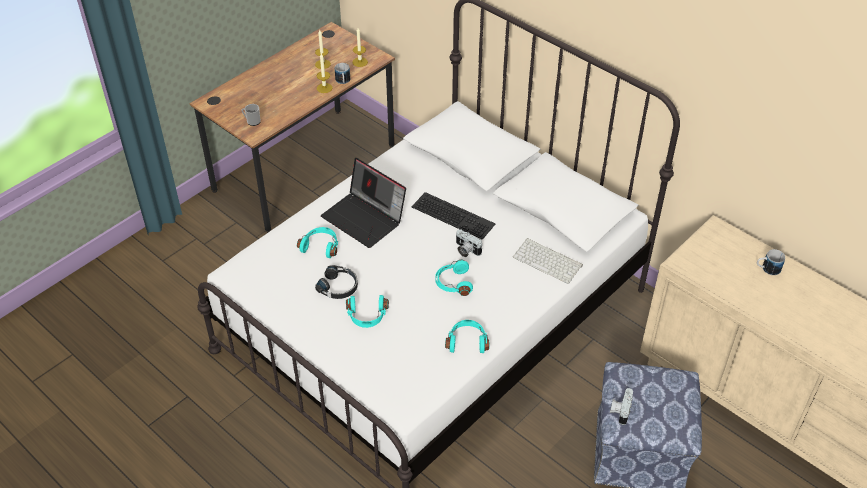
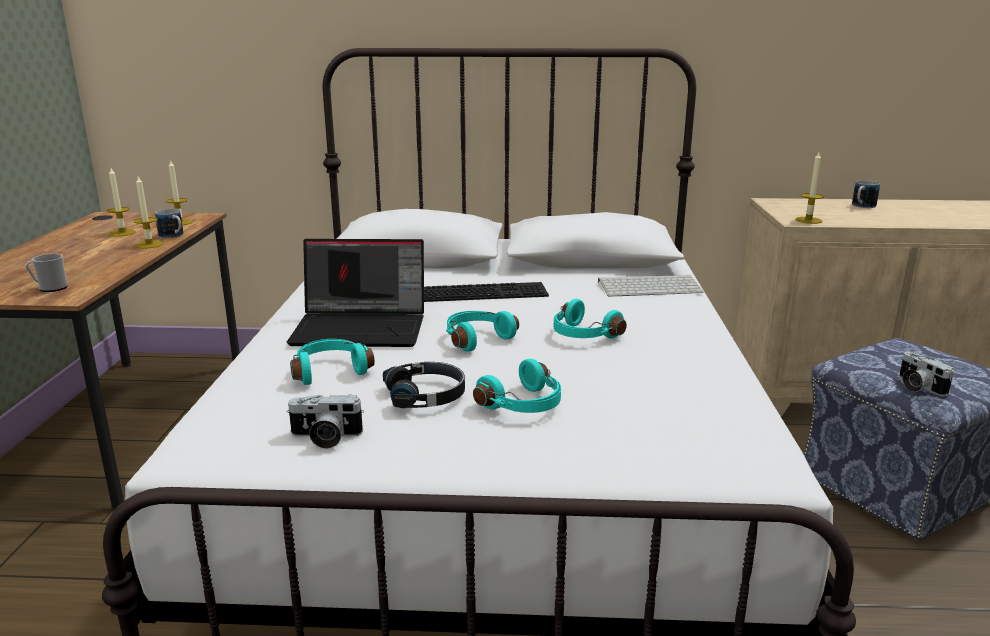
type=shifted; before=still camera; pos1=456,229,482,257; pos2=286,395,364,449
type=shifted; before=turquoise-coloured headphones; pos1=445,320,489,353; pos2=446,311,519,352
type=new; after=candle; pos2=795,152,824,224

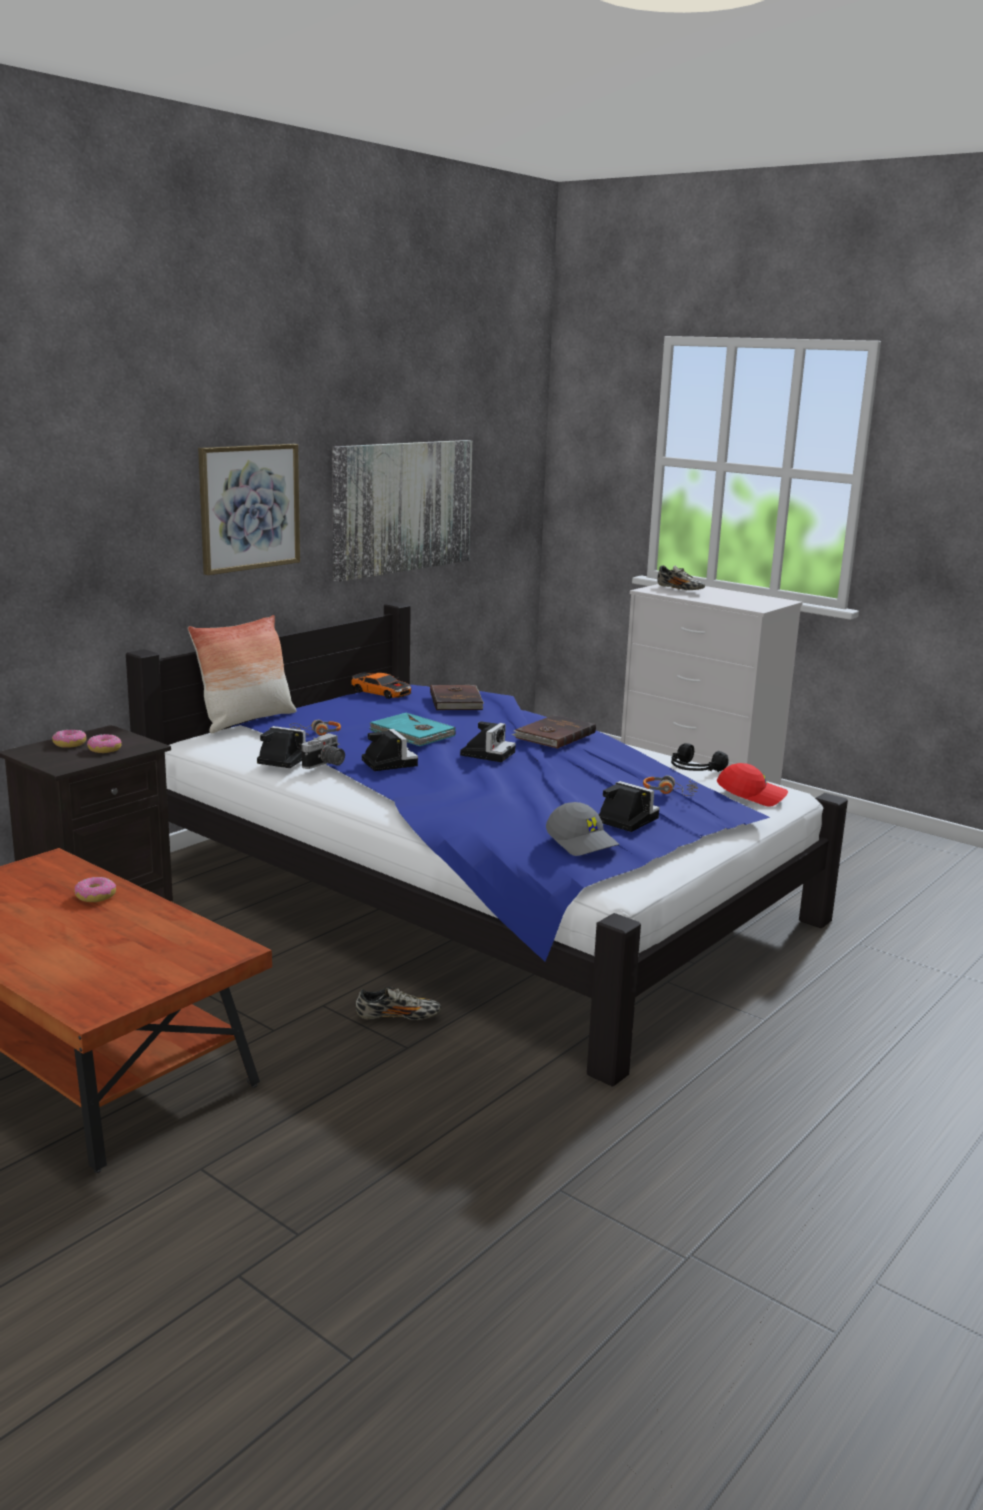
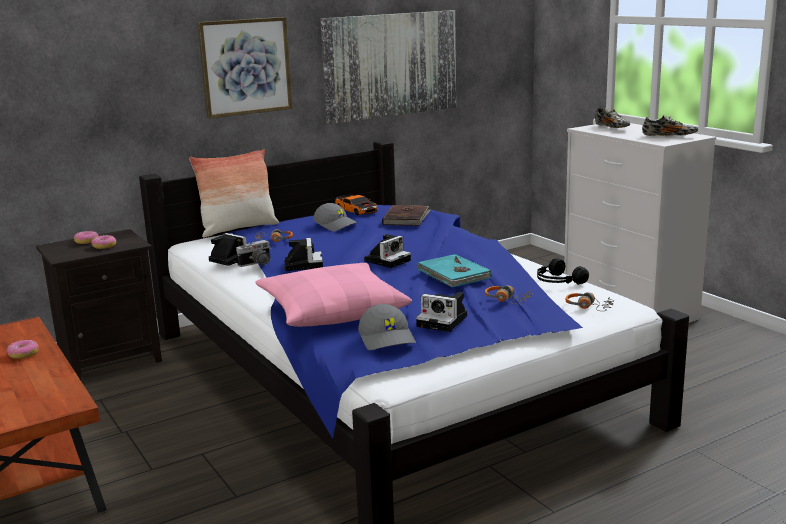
type=new; after=pinkish throw pillow; pos2=255,263,412,327
type=new; after=greyish peaked cap; pos2=313,203,358,231
type=rotated; before=still camera; pos1=598,781,660,832; pos2=416,292,467,332; turn=150
type=shifted; before=turquoise-coloured bound book; pos1=370,712,456,746; pos2=417,254,491,287
type=swapped; before=red peaked cap; after=headphones; pos1=717,763,788,807; pos2=565,292,614,311
type=shifted; before=low shoe; pos1=356,987,441,1020; pos2=642,115,698,137
type=gone; before=brown bound book; pos1=511,715,596,749

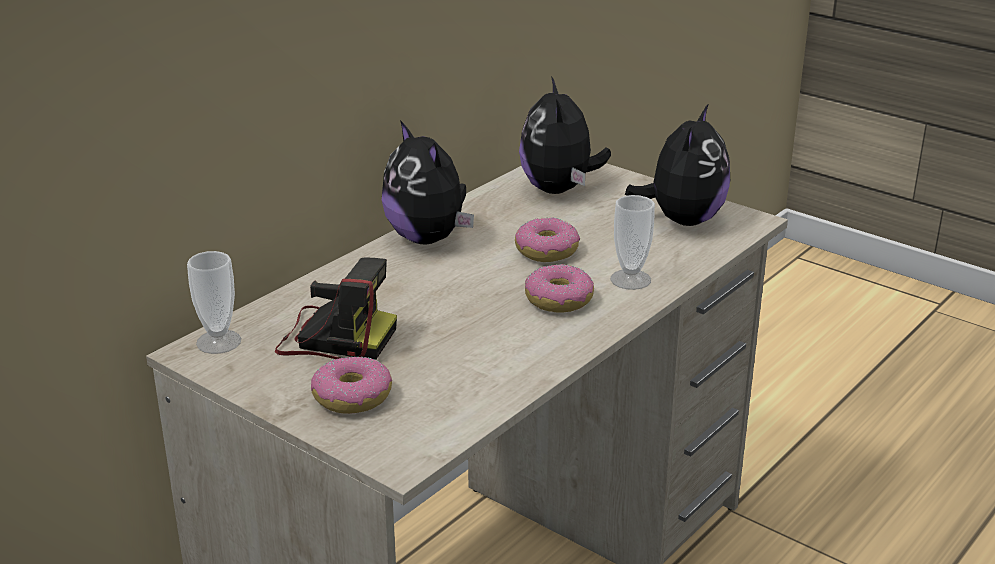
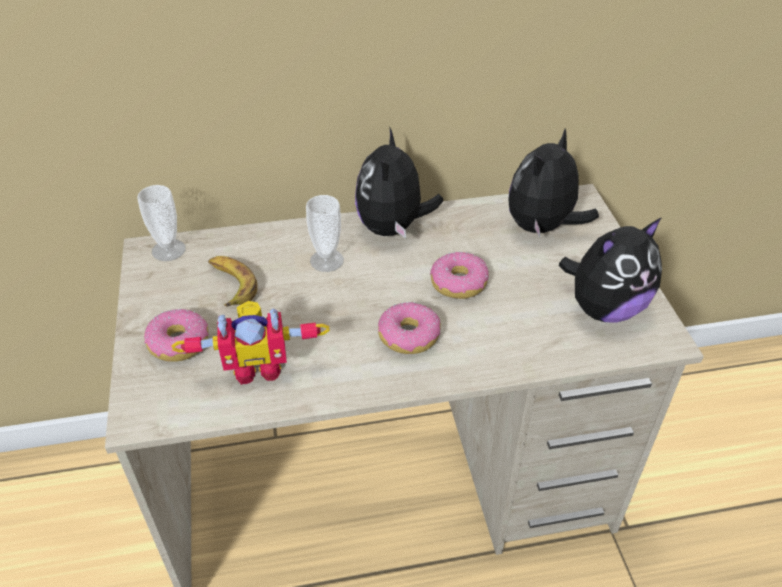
type=new; after=toy robot; pos2=171,301,330,385
type=swapped; before=still camera; after=banana fruit; pos1=275,258,397,360; pos2=208,256,258,307
type=shifted; before=small cup; pos1=611,195,655,290; pos2=306,195,344,272

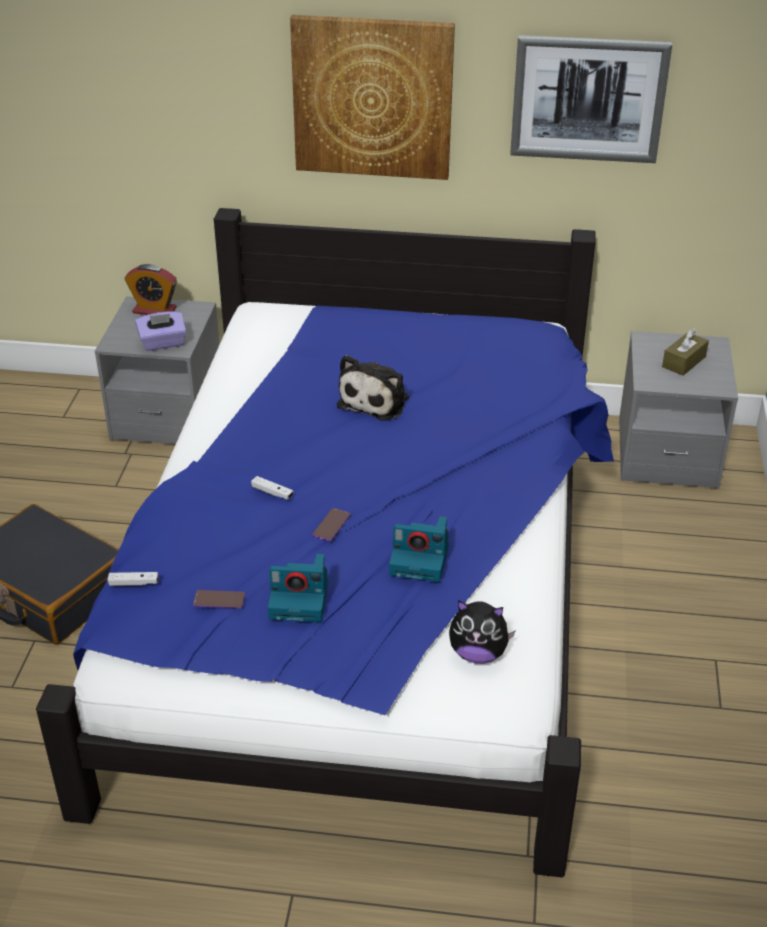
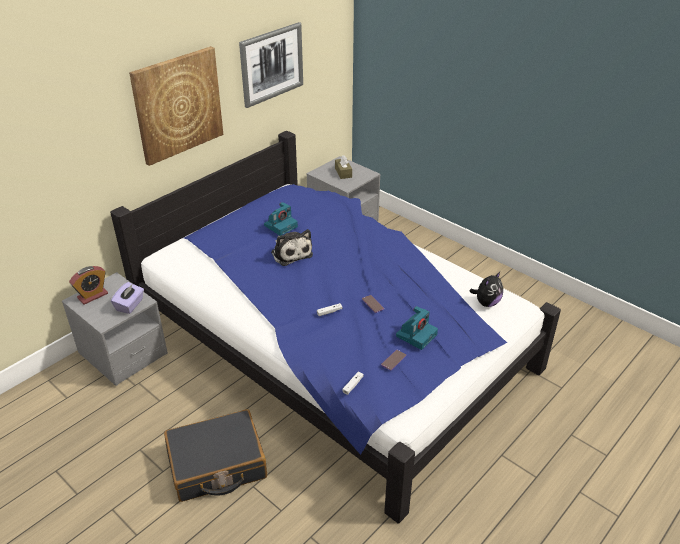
type=shifted; before=still camera; pos1=389,516,449,582; pos2=264,202,298,236

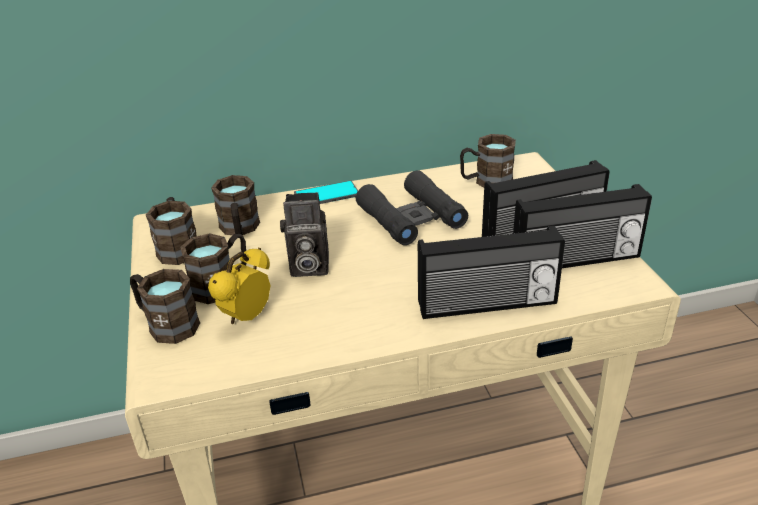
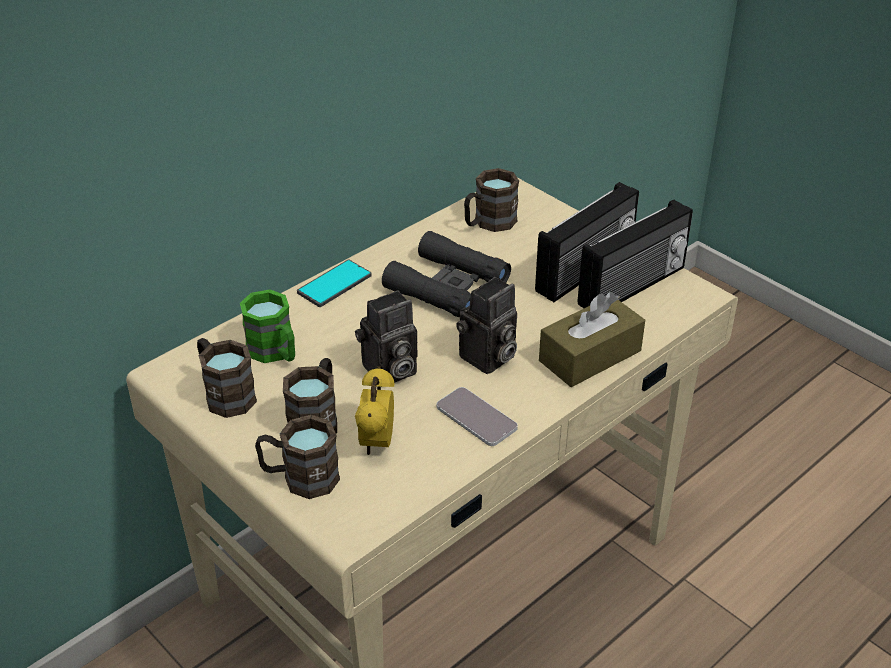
type=repainted; before=brown mug; after=green-coloured mug; pos1=211,175,260,235; pos2=240,290,295,363
type=new; after=telephone; pos2=437,387,518,446
type=new; after=still camera; pos2=456,277,517,374
type=swapped; before=radio receiver; after=brown box of tissues; pos1=418,226,565,319; pos2=539,292,645,387

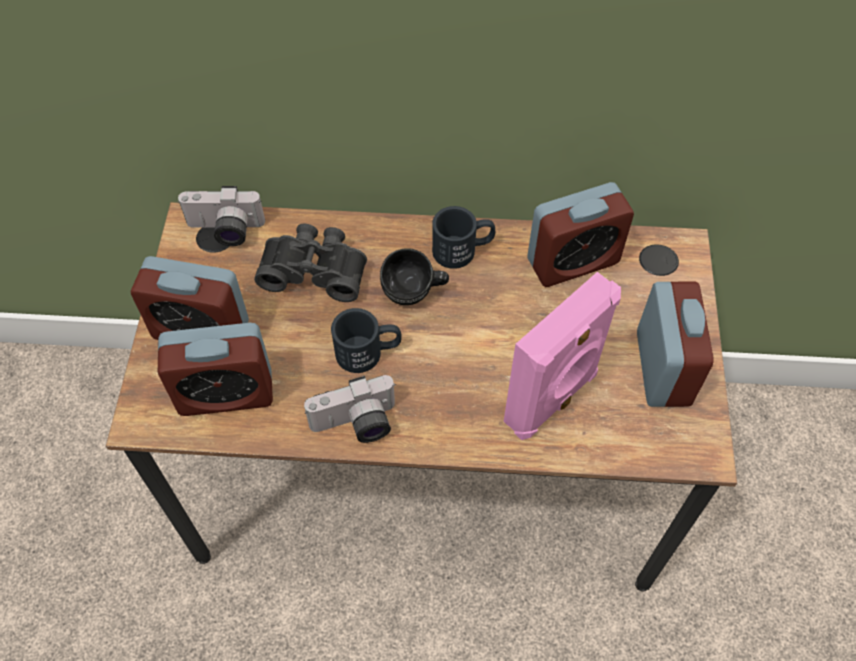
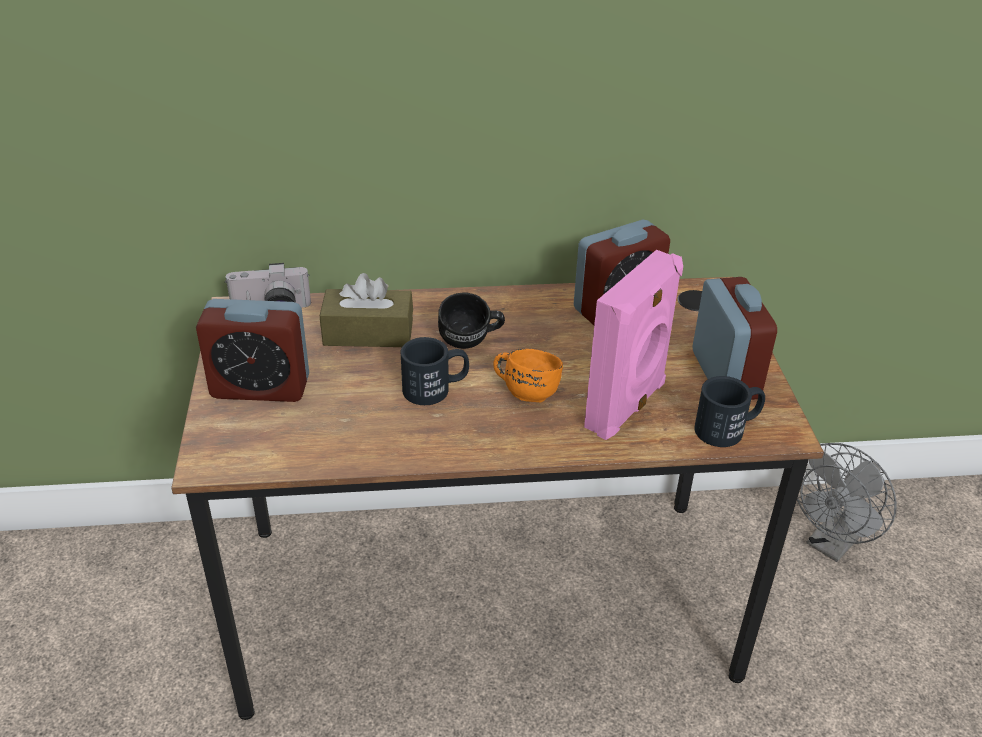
type=swapped; before=black binoculars; after=brown box of tissues; pos1=254,223,367,302; pos2=320,273,413,347
type=new; after=orange mug; pos2=493,349,563,403
type=shifted; before=black mug; pos1=432,206,495,269; pos2=694,376,765,447
type=new; after=greyish fan; pos2=797,443,897,562
type=gone; before=alarm clock; pos1=158,323,273,416
type=gone; before=still camera; pos1=304,375,396,443

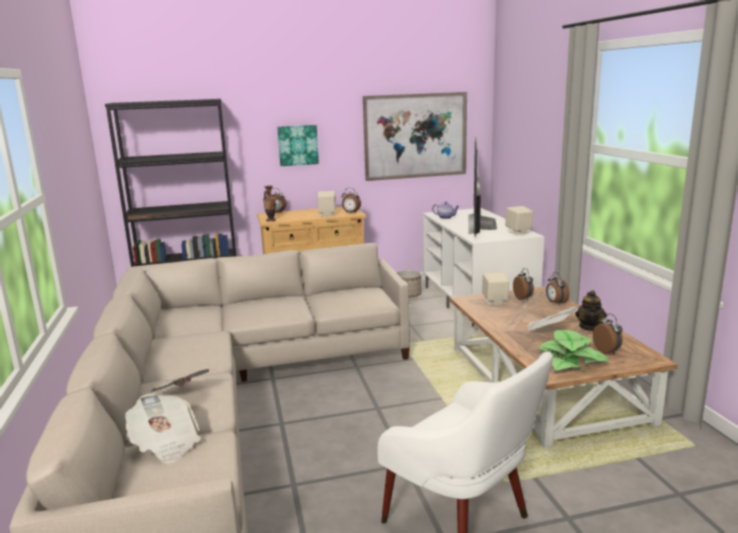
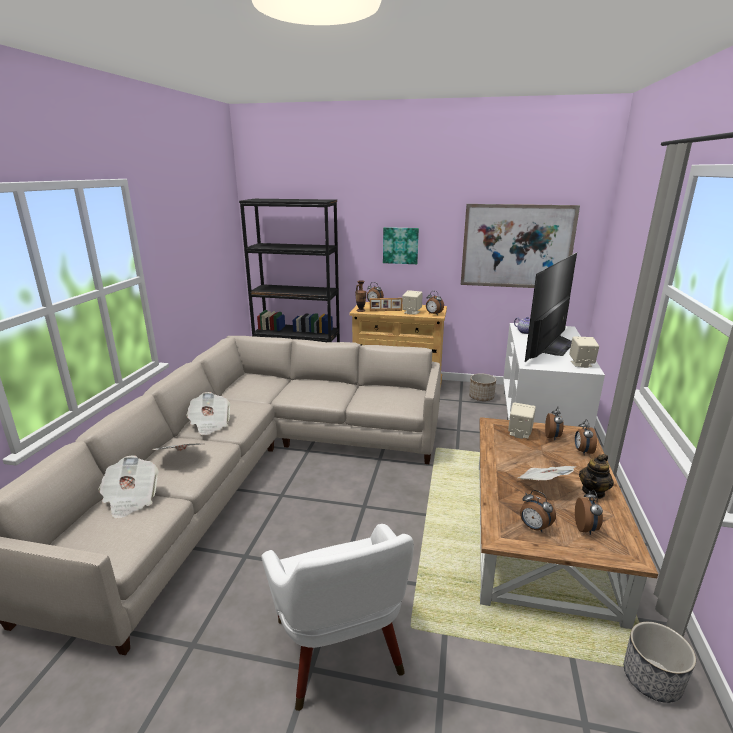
type=new; after=printed paper; pos2=186,392,230,436
type=new; after=photo frame; pos2=370,298,402,311
type=swapped; before=plant in a pot; after=alarm clock; pos1=538,330,609,371; pos2=520,490,556,532
type=new; after=flower pot; pos2=624,622,696,703

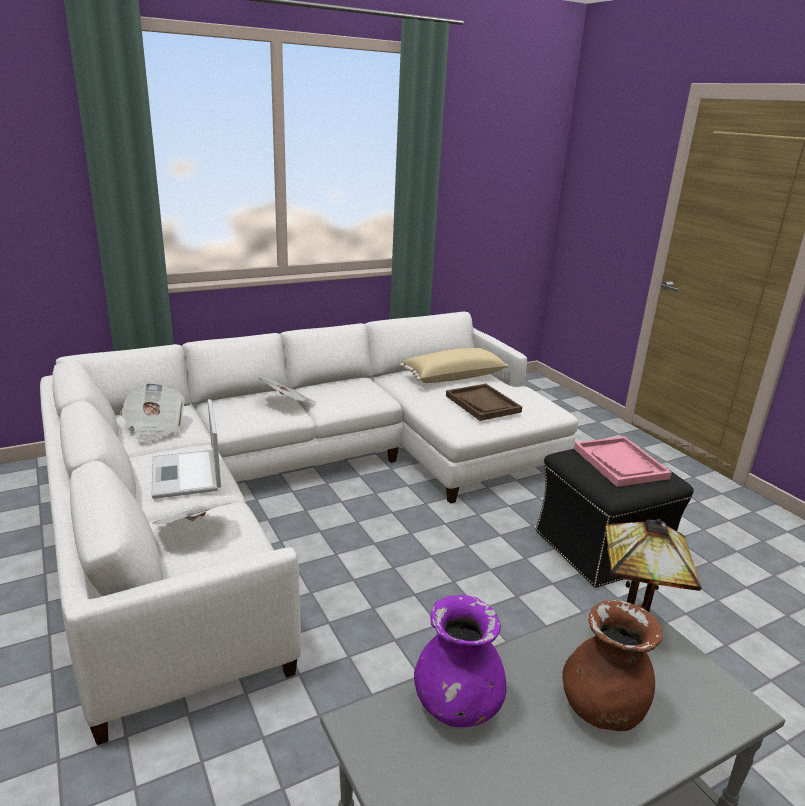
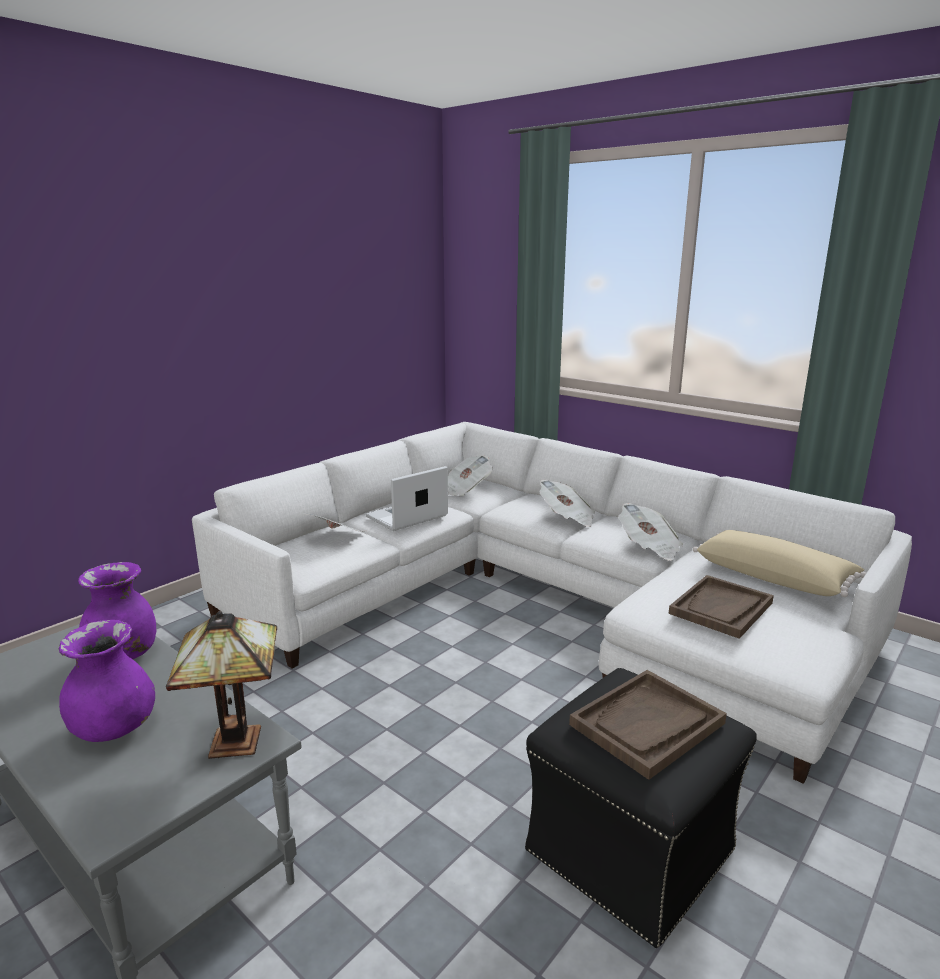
type=repainted; before=brown decorative vase; after=purplish decorative vase; pos1=563,600,663,731; pos2=59,620,155,742
type=repainted; before=pinkish tray; after=brown tray; pos1=574,436,672,487; pos2=569,670,727,780
type=new; after=printed paper; pos2=619,503,683,561

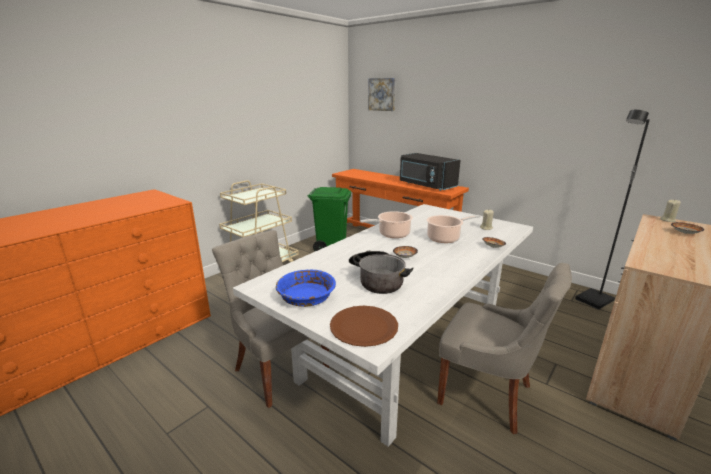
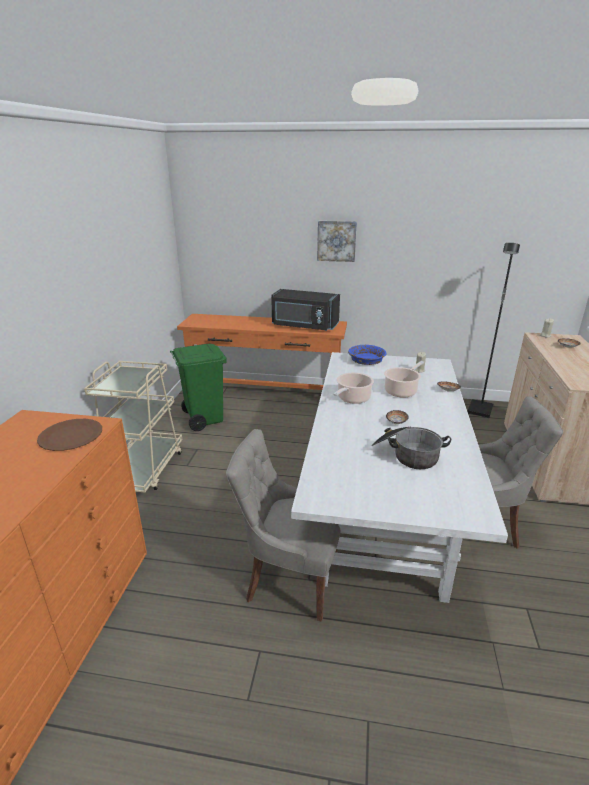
type=shifted; before=brown dinner plate; pos1=330,306,398,347; pos2=37,419,102,451
type=shifted; before=wall art; pos1=368,78,395,111; pos2=317,221,357,262
type=shifted; before=blue bowl; pos1=276,270,336,307; pos2=348,345,387,365

